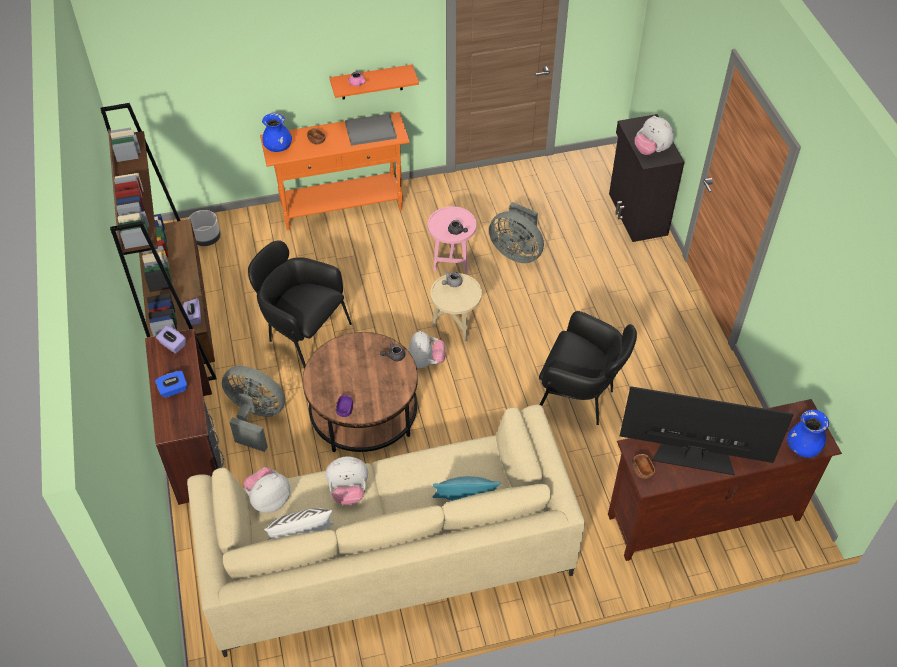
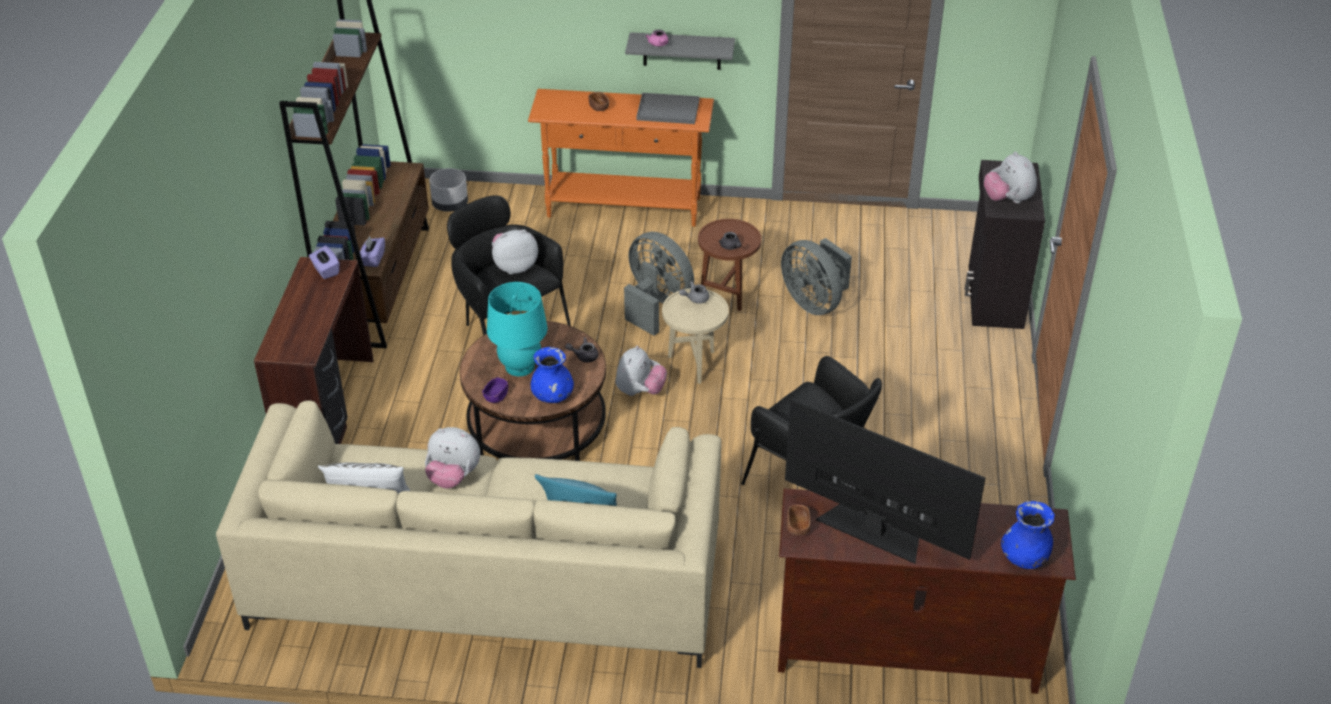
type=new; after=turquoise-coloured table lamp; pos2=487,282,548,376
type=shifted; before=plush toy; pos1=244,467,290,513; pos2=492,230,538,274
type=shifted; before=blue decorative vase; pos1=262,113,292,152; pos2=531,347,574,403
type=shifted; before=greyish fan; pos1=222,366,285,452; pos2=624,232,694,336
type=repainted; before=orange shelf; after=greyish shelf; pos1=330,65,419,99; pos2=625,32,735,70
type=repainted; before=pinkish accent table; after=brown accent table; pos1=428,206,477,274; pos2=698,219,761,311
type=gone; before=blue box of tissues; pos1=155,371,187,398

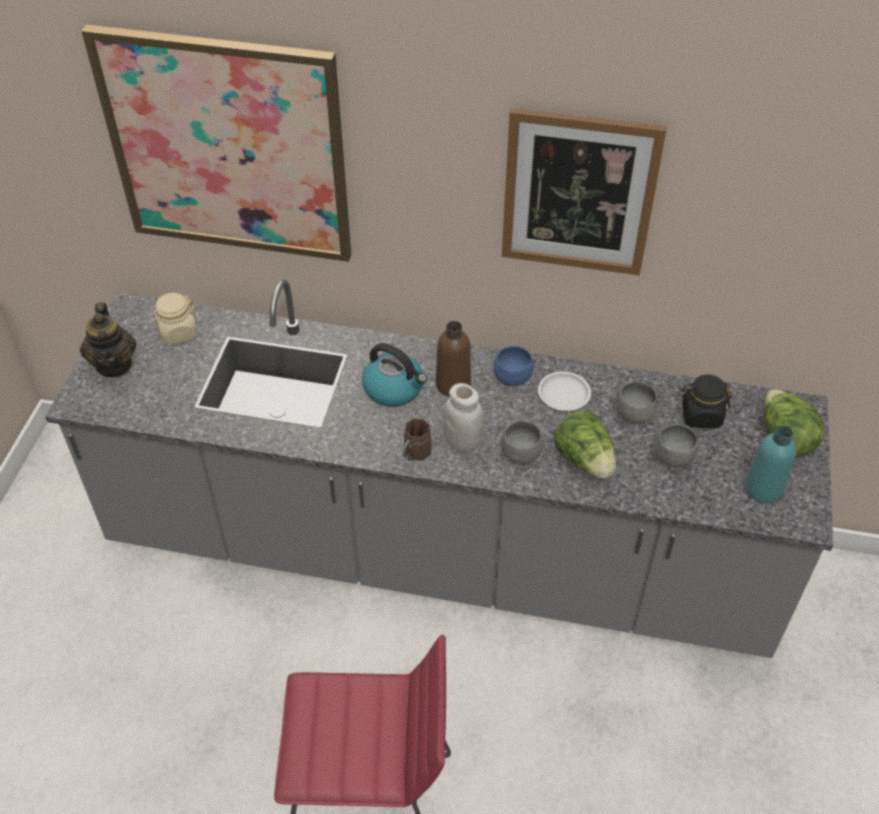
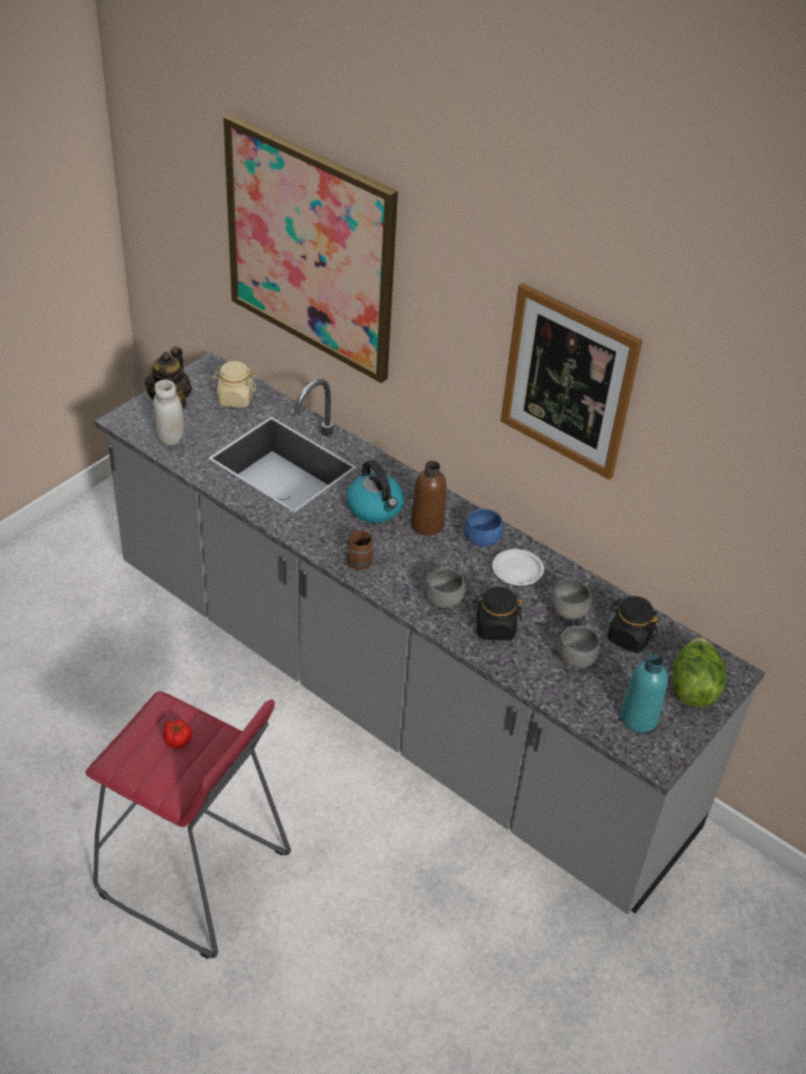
type=shifted; before=white preserve jar; pos1=444,383,484,453; pos2=153,380,184,445
type=new; after=whole tomato; pos2=163,719,192,749
type=swapped; before=lettuce; after=black preserve jar; pos1=554,410,616,479; pos2=473,587,522,640

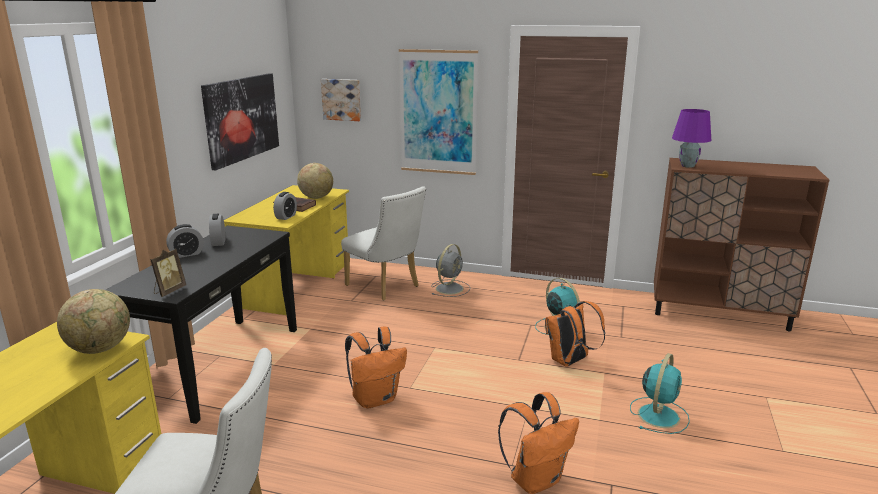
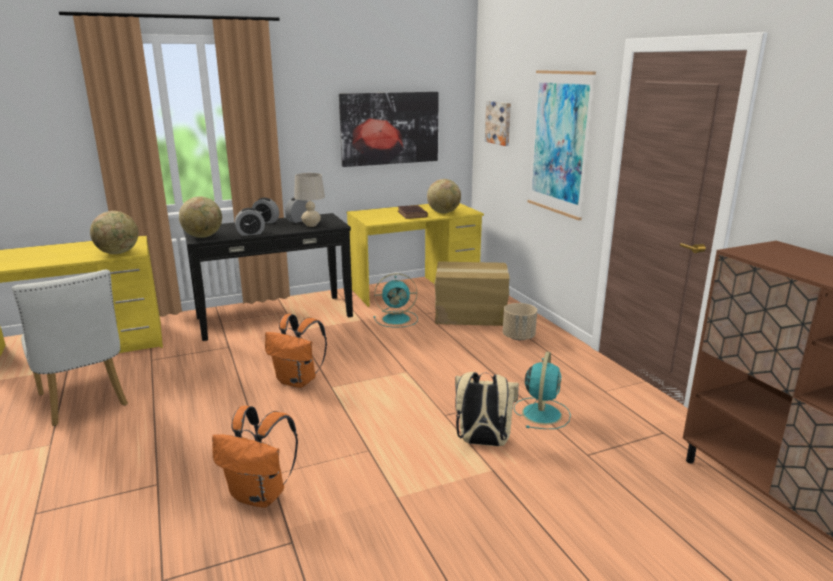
type=swapped; before=photo frame; after=globe; pos1=150,249,186,297; pos2=179,196,222,238
type=shifted; before=alarm clock; pos1=273,192,297,220; pos2=235,208,265,236
type=new; after=beige table lamp; pos2=294,173,325,227
type=shifted; before=turquoise-coloured fan; pos1=630,353,690,434; pos2=374,273,418,328
type=swapped; before=white upright chair; after=packing box; pos1=341,186,426,301; pos2=435,262,509,326
type=repainted; before=orange rucksack; after=beige rucksack; pos1=545,301,605,367; pos2=455,372,519,446
type=swapped; before=greyish fan; after=beige flower pot; pos1=431,244,470,297; pos2=503,303,537,340
type=gone; before=purplish table lamp; pos1=672,109,712,168

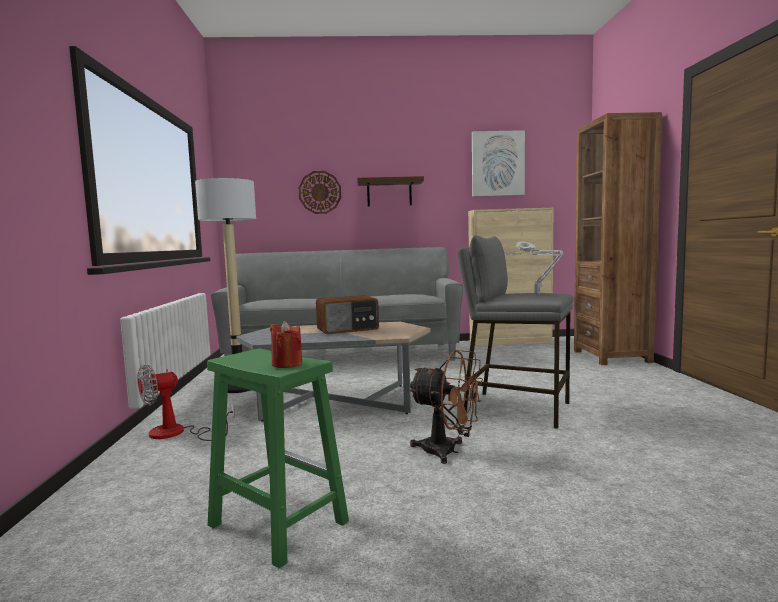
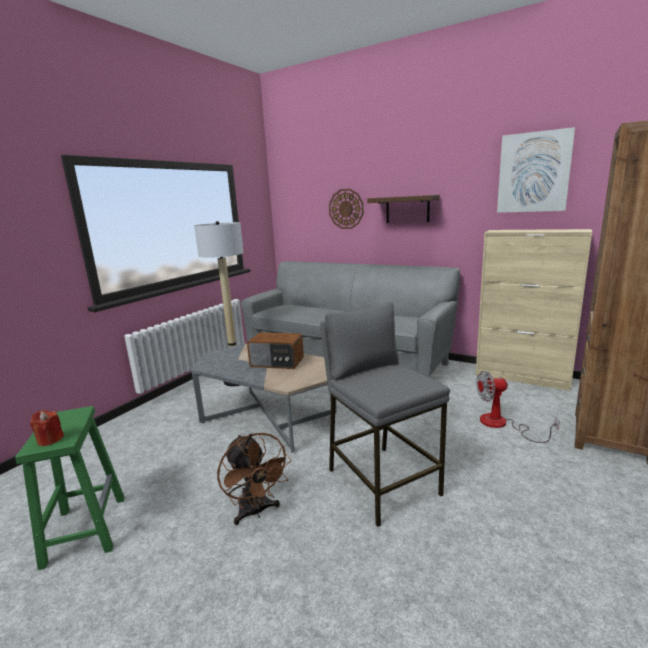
type=shifted; before=fan; pos1=138,364,235,441; pos2=476,370,560,443
type=gone; before=greyish table lamp; pos1=516,242,564,294

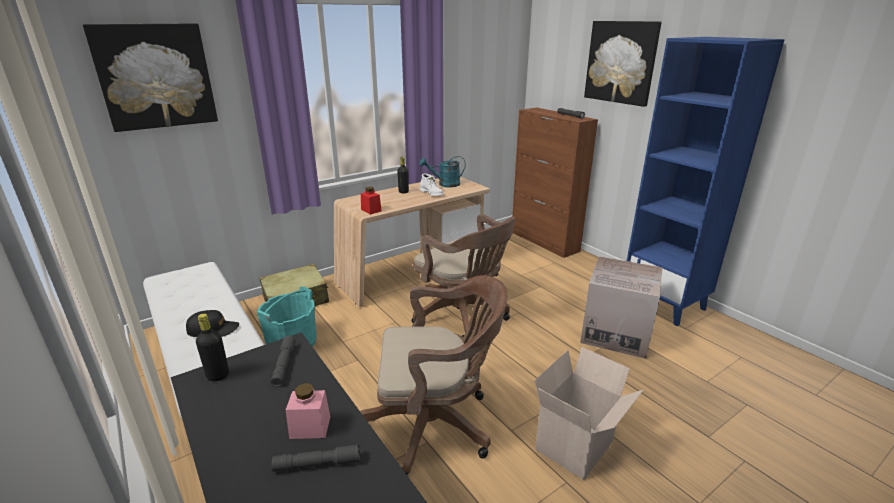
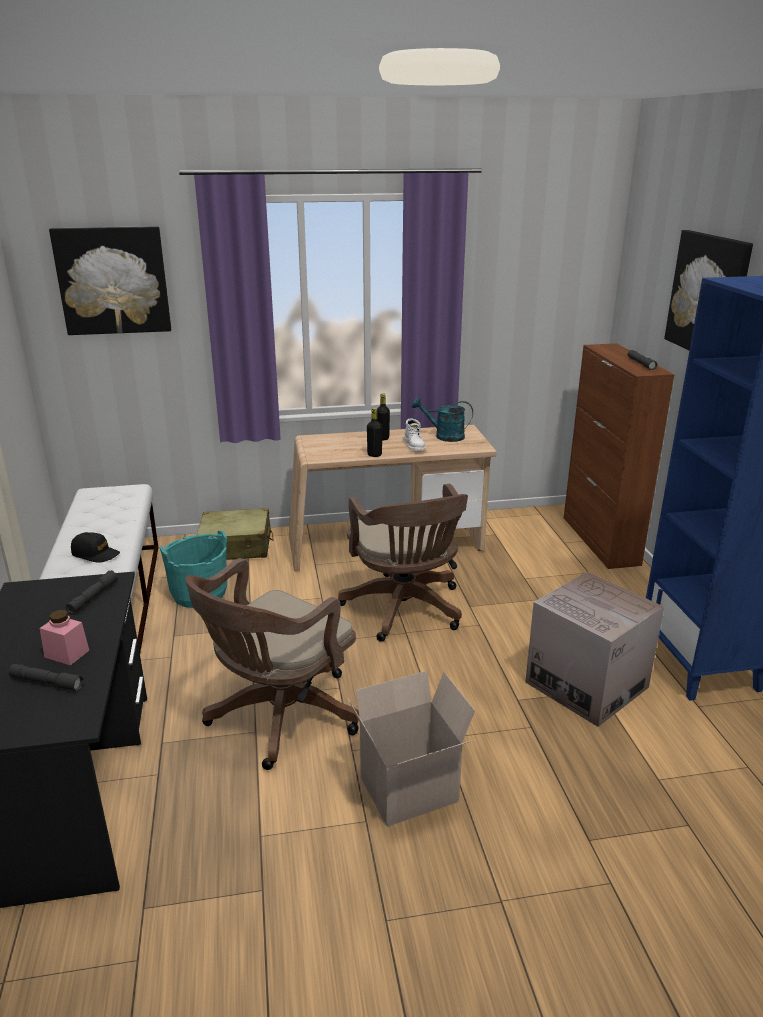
type=rotated; before=brown desk chair; pos1=361,275,508,475; pos2=185,558,359,770; turn=105
type=shifted; before=black beverage bottle; pos1=196,314,229,381; pos2=367,408,382,457
type=gone; before=red preserve jar; pos1=361,187,381,215

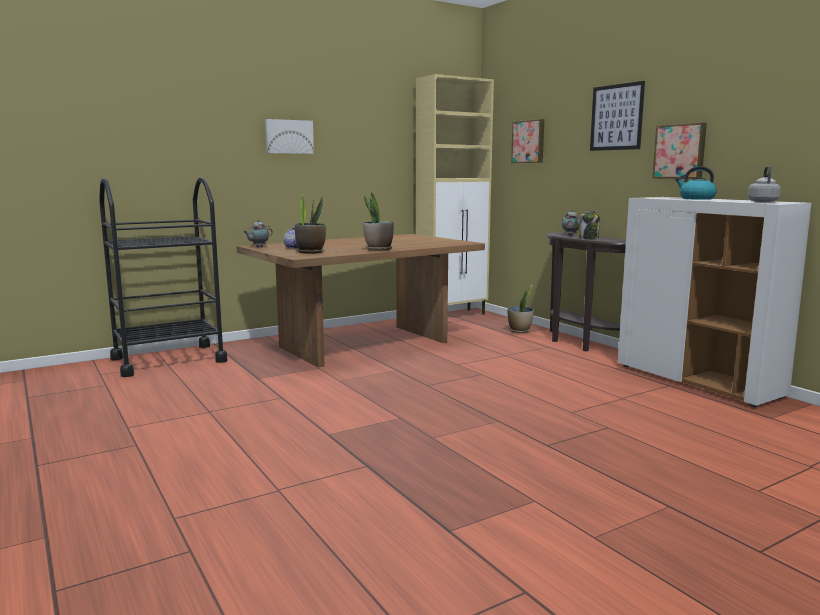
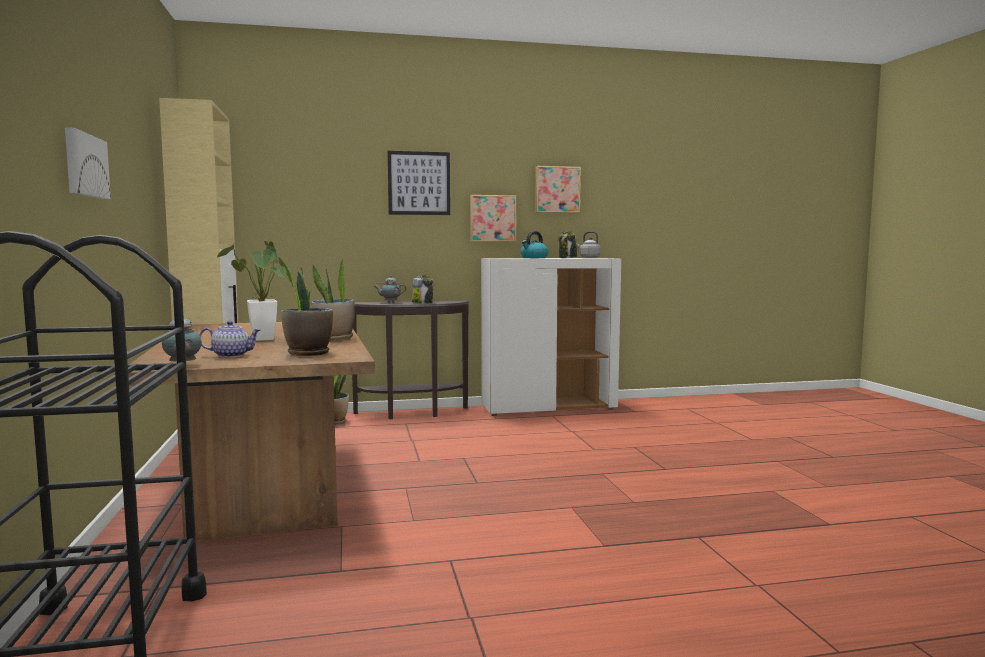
type=new; after=plant in a pot; pos2=216,241,287,341
type=shifted; before=wall art; pos1=511,119,544,163; pos2=535,166,581,213
type=new; after=preserve jar; pos2=558,231,577,258

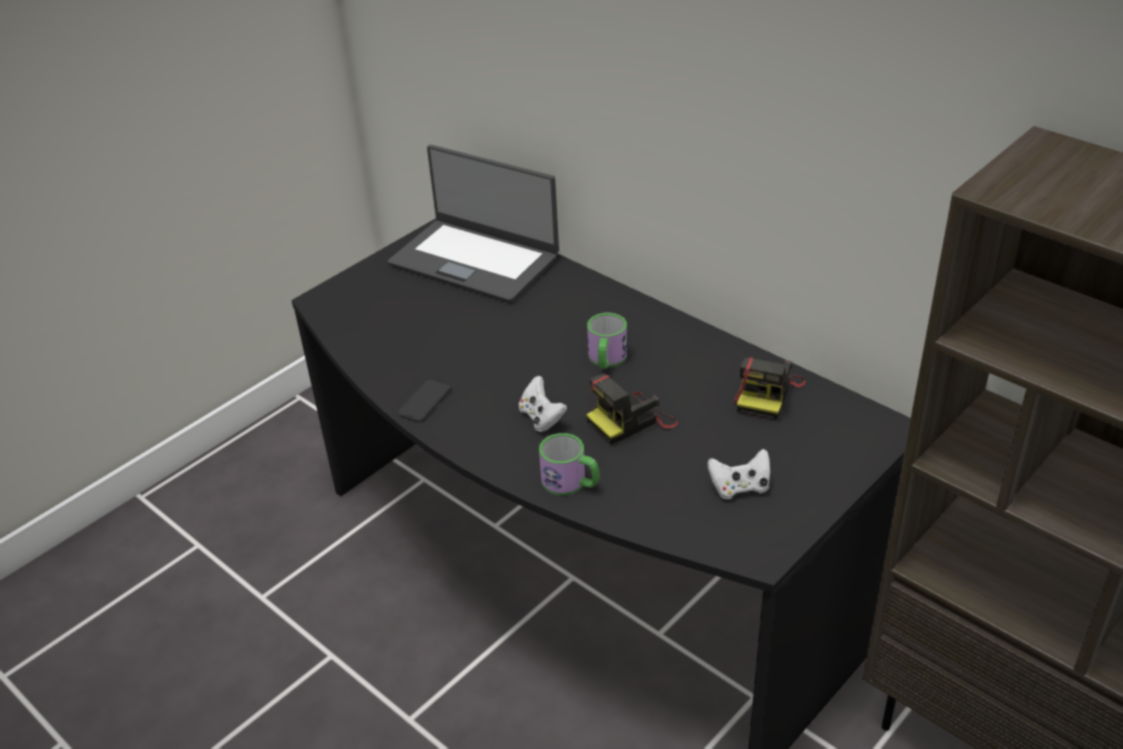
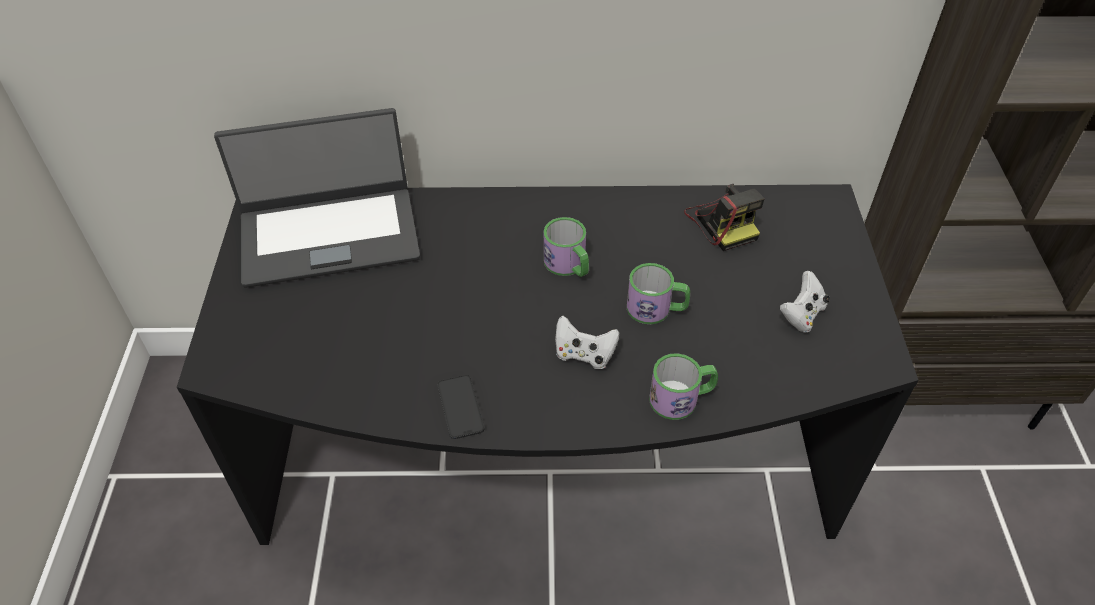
type=swapped; before=still camera; after=mug; pos1=586,374,678,445; pos2=627,263,690,324

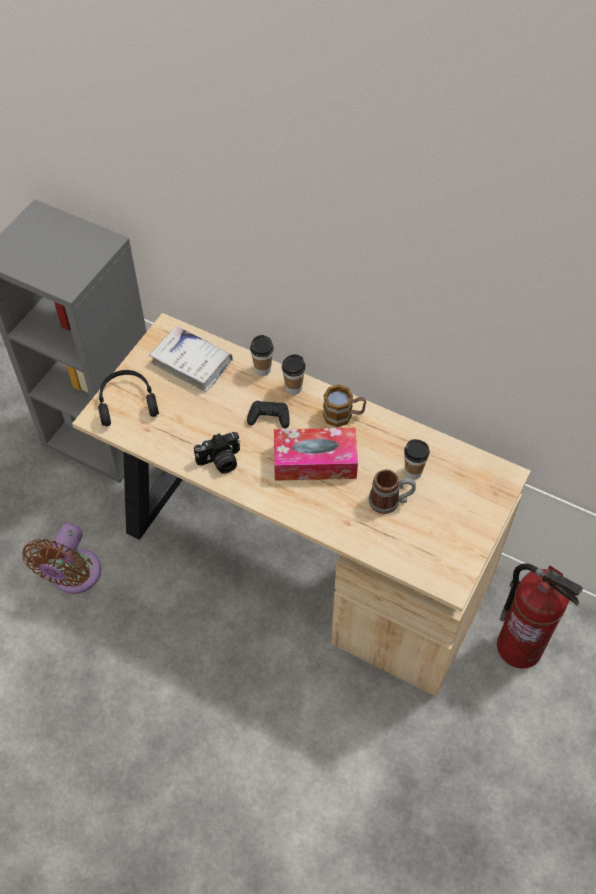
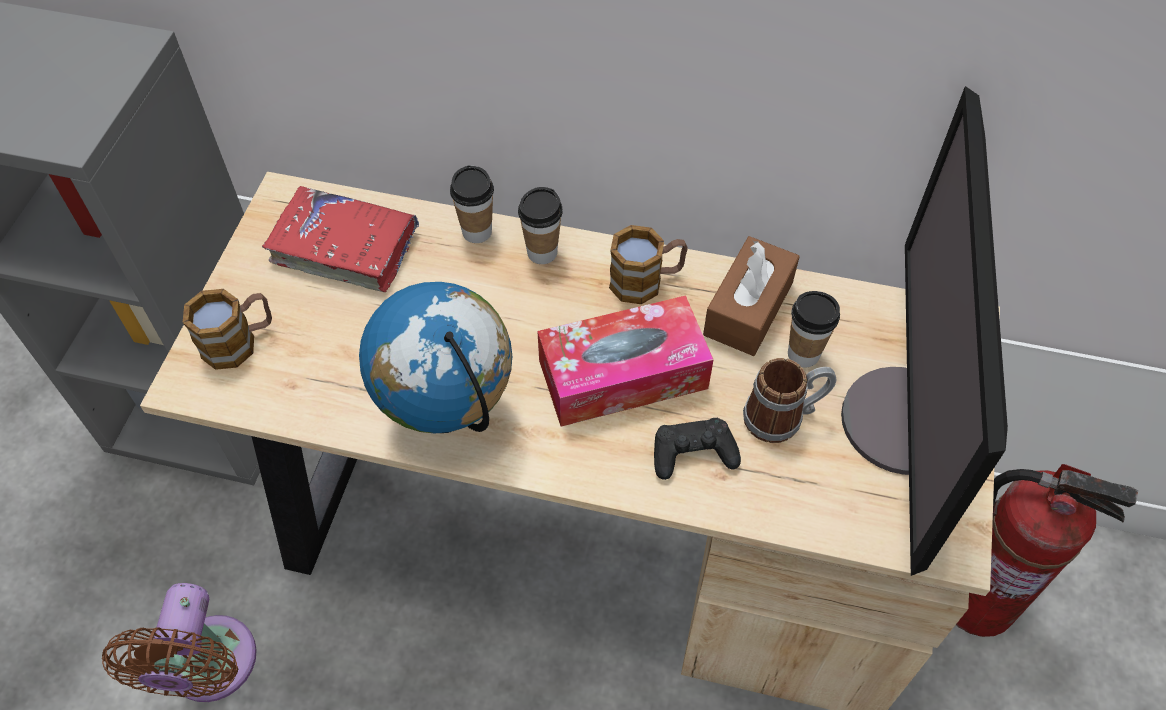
type=swapped; before=black headphones; after=mug; pos1=98,370,159,426; pos2=182,289,272,370
type=repainted; before=white bound book; after=red bound book; pos1=149,326,233,392; pos2=262,186,419,292
type=swapped; before=still camera; after=globe; pos1=194,432,240,474; pos2=359,282,512,434
type=shifted; before=black game controller; pos1=247,401,290,428; pos2=654,418,741,480
type=new; after=brown box of tissues; pos2=703,236,800,356
type=new; after=computer screen; pos2=841,86,1008,576

